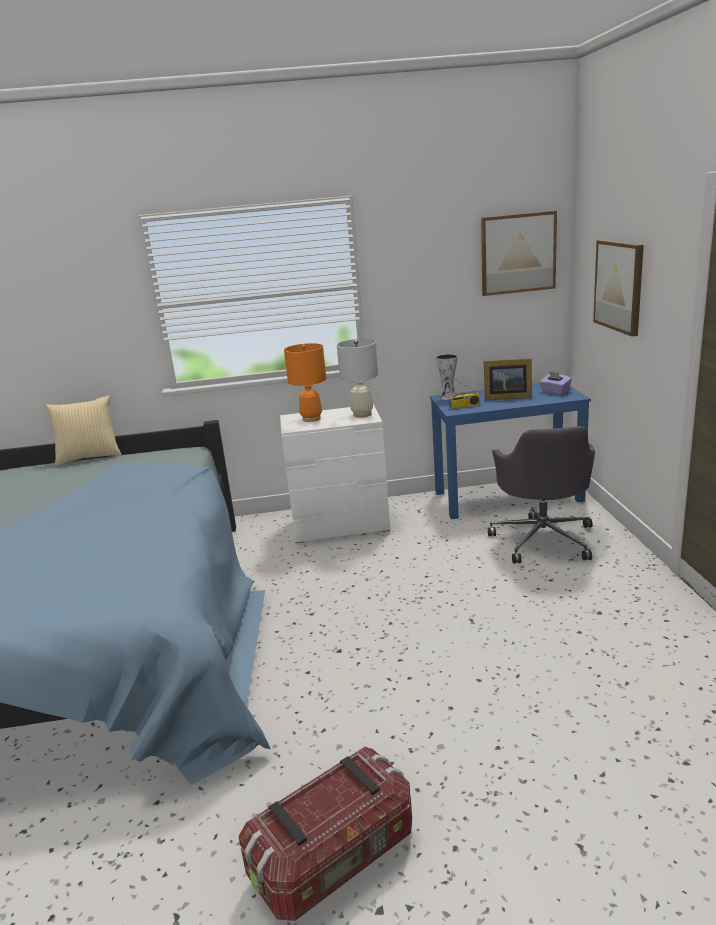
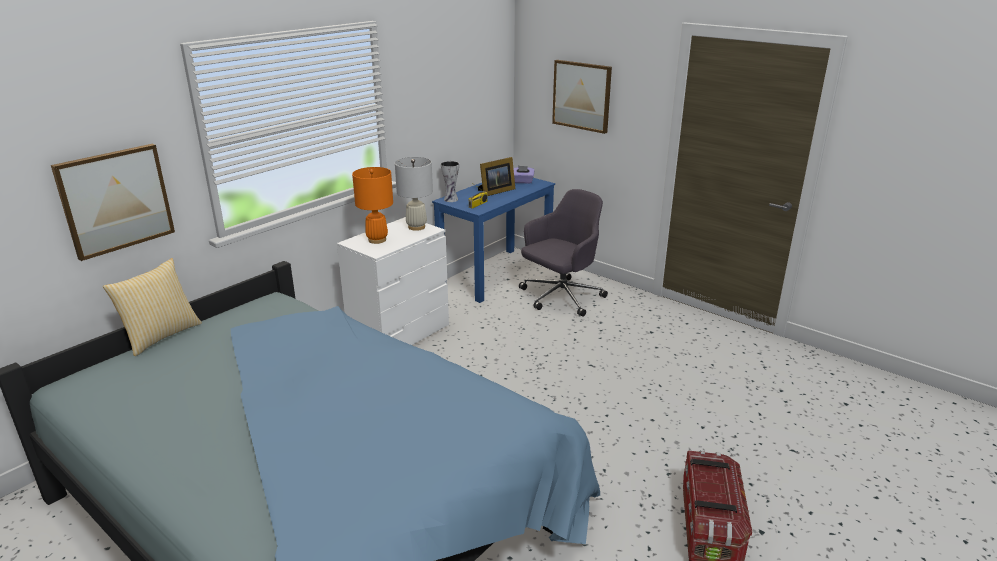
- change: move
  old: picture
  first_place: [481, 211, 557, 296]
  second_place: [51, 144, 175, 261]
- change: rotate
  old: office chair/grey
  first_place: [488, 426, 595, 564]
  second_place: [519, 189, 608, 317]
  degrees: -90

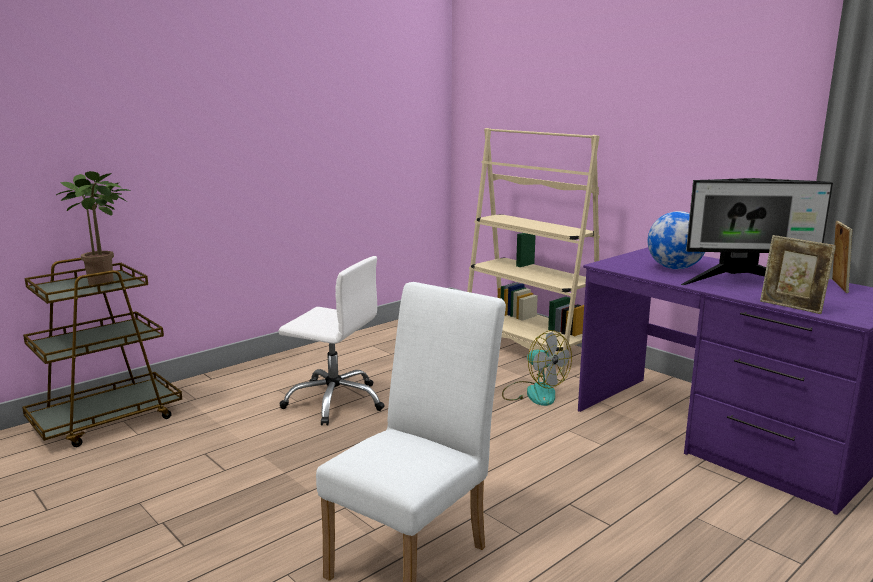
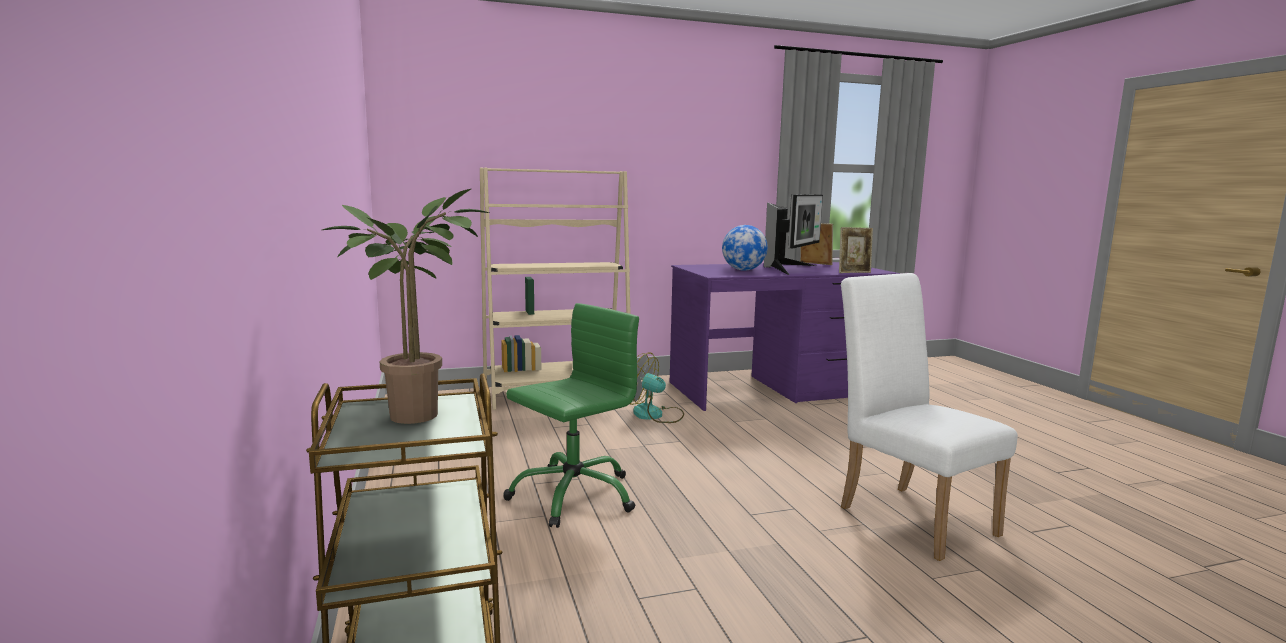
- change: recolor
  old: office chair/white
  new: office chair/green
  first_place: [279, 256, 385, 426]
  second_place: [503, 303, 639, 528]
- change: rotate
  old: fan
  first_place: [502, 330, 572, 406]
  second_place: [630, 352, 684, 423]
  degrees: -135

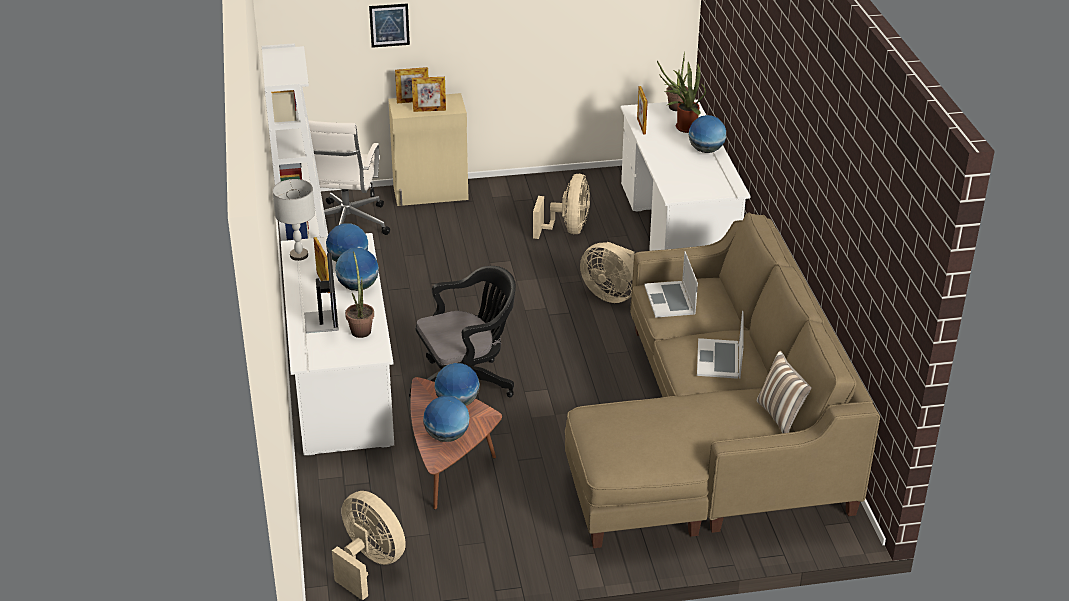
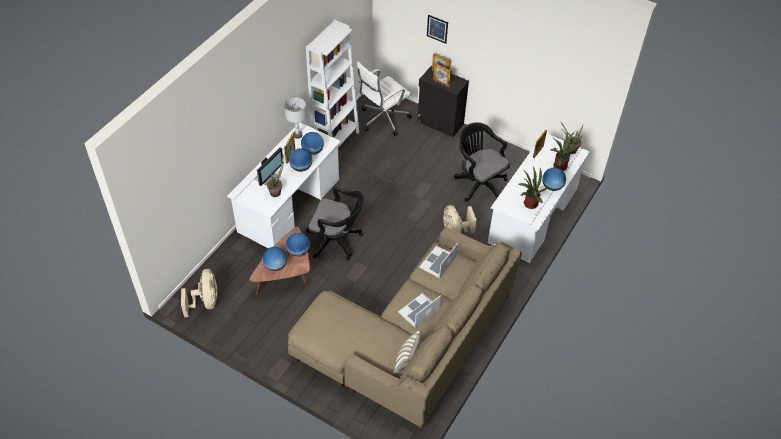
- change: recolor
  old: cabinet/beige
  new: cabinet/black
  first_place: [388, 93, 469, 206]
  second_place: [417, 65, 469, 137]
- change: replace
  old: fan/beige
  new: office chair/black
  first_place: [533, 174, 590, 239]
  second_place: [454, 122, 510, 202]
- change: insert
  new: potted plant
  second_place: [519, 166, 547, 209]

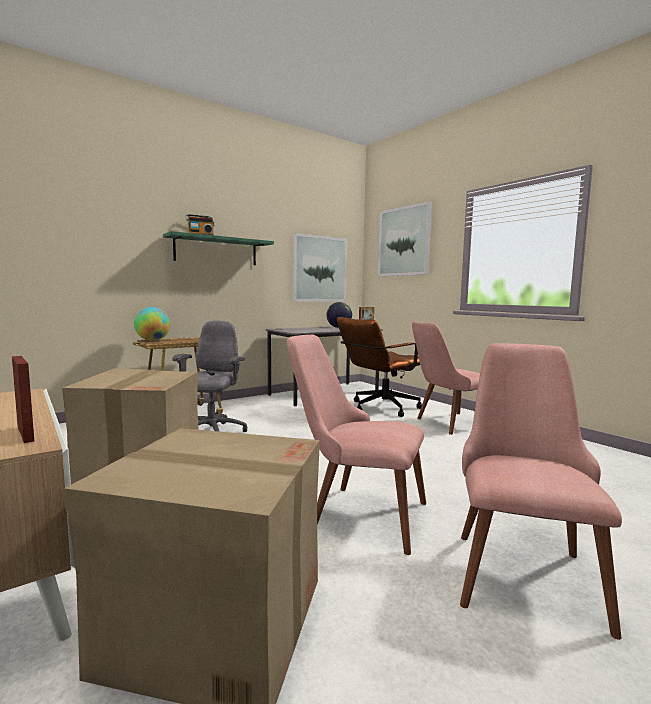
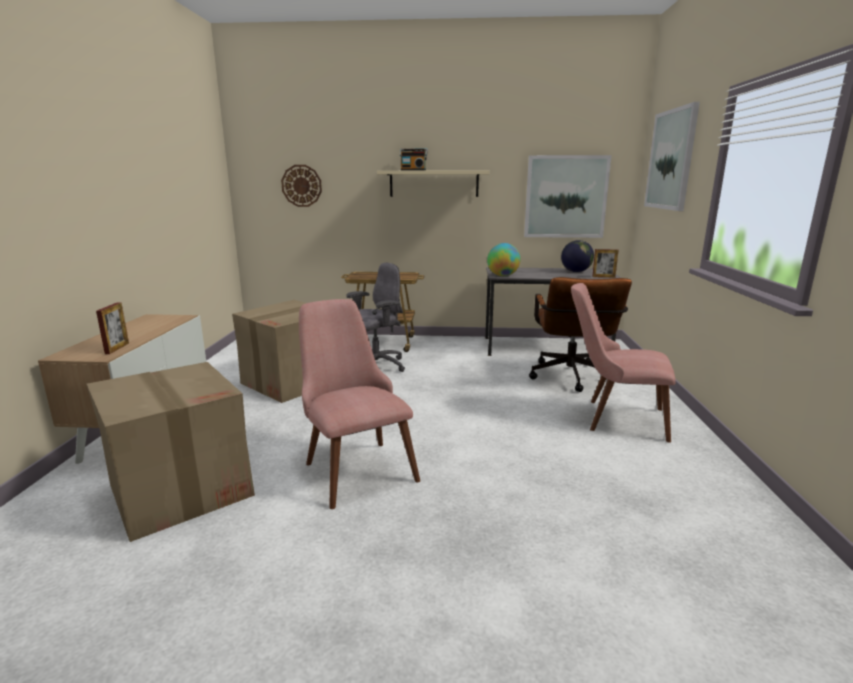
- change: move
  old: globe
  first_place: [134, 307, 170, 341]
  second_place: [487, 243, 521, 276]
- change: recolor
  old: shelf/green
  new: shelf/beige
  first_place: [163, 231, 274, 265]
  second_place: [377, 171, 490, 197]
- change: rotate
  old: office chair/brown
  first_place: [337, 317, 422, 417]
  second_place: [529, 277, 632, 392]
  degrees: -90
- change: delete
  old: chair/pink
  first_place: [460, 343, 622, 640]
- change: insert
  new: wall clock
  second_place: [281, 165, 322, 207]

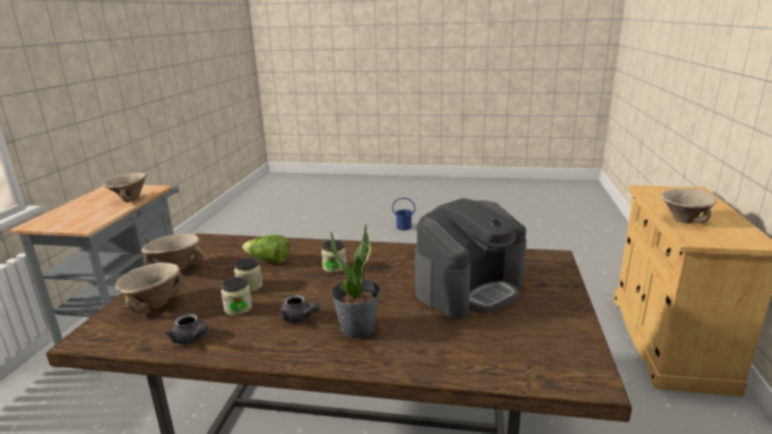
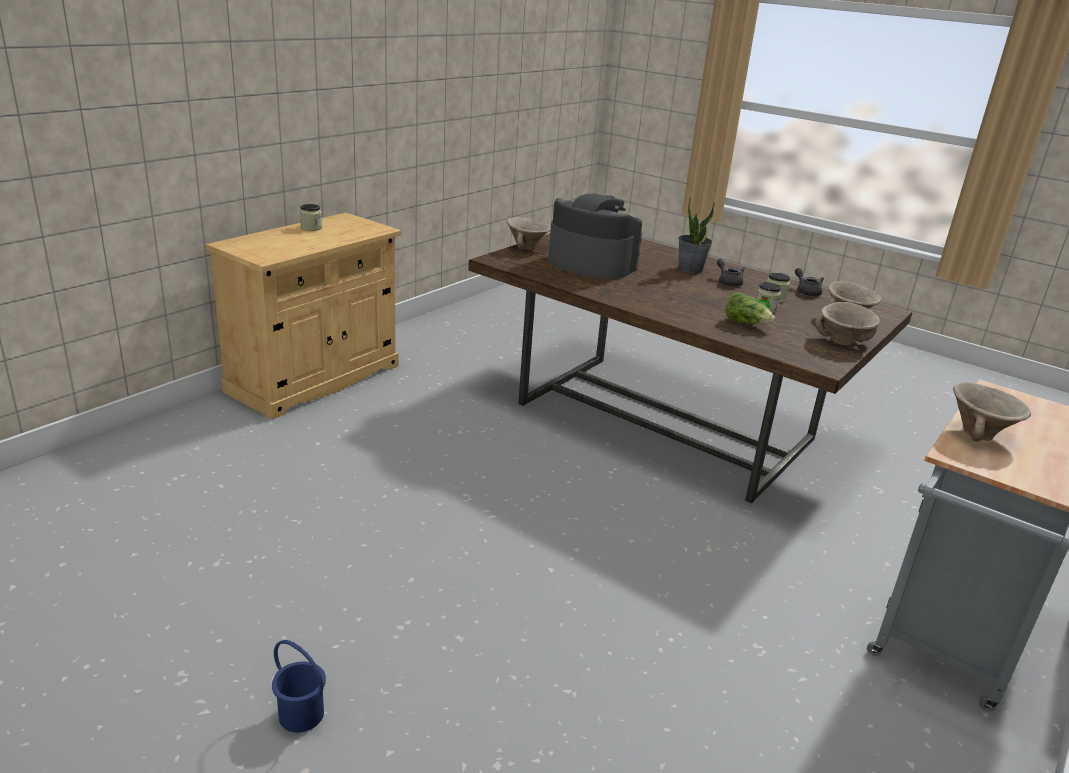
- change: move
  old: jar
  first_place: [321, 240, 346, 273]
  second_place: [300, 204, 322, 231]
- change: rotate
  old: coffee machine
  first_place: [415, 198, 527, 318]
  second_place: [548, 194, 642, 279]
  degrees: 45
- change: move
  old: bowl/beige
  first_place: [660, 188, 716, 223]
  second_place: [507, 217, 551, 250]

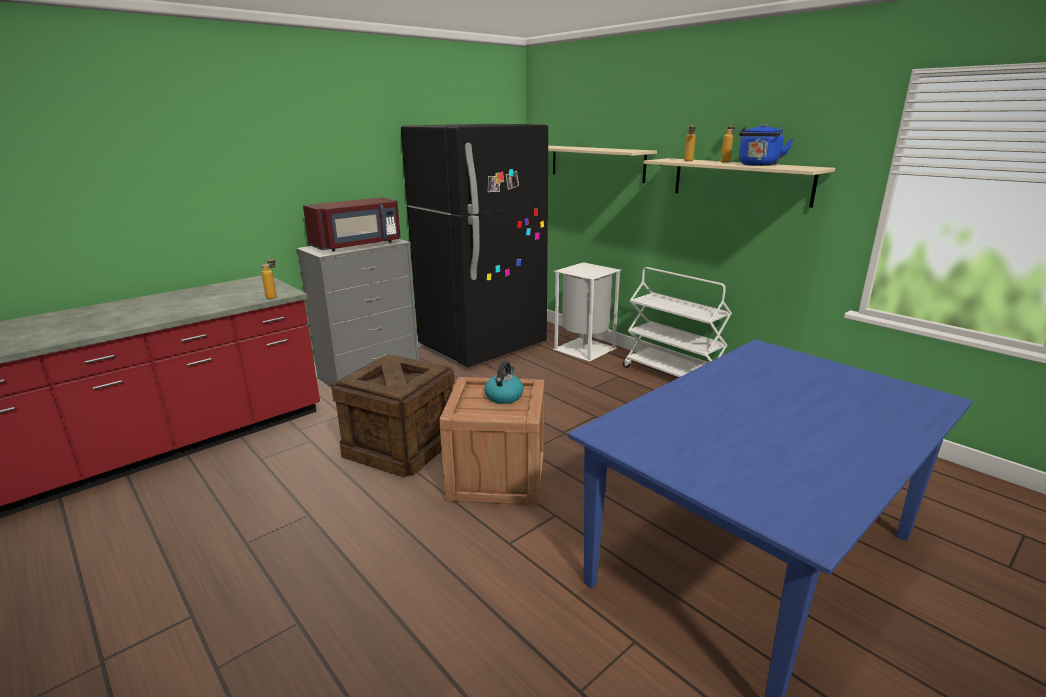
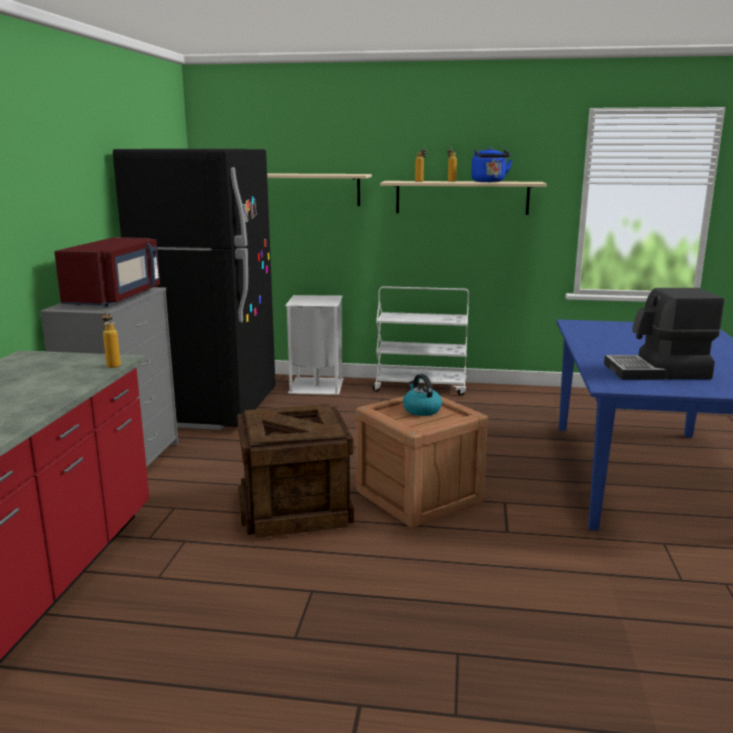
- change: insert
  new: coffee machine
  second_place: [604, 288, 724, 380]

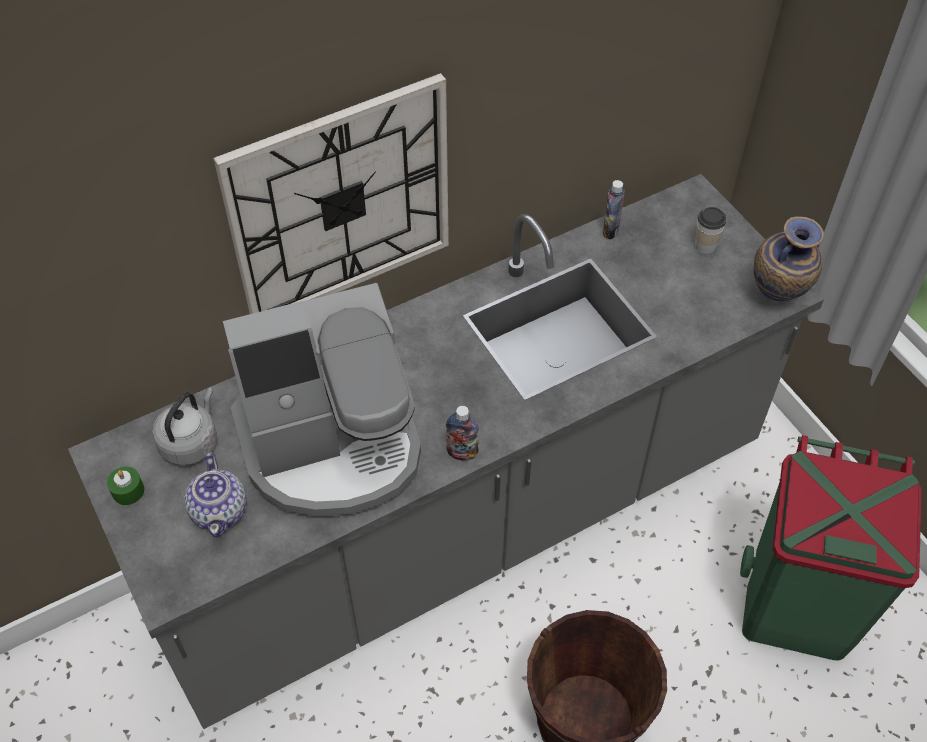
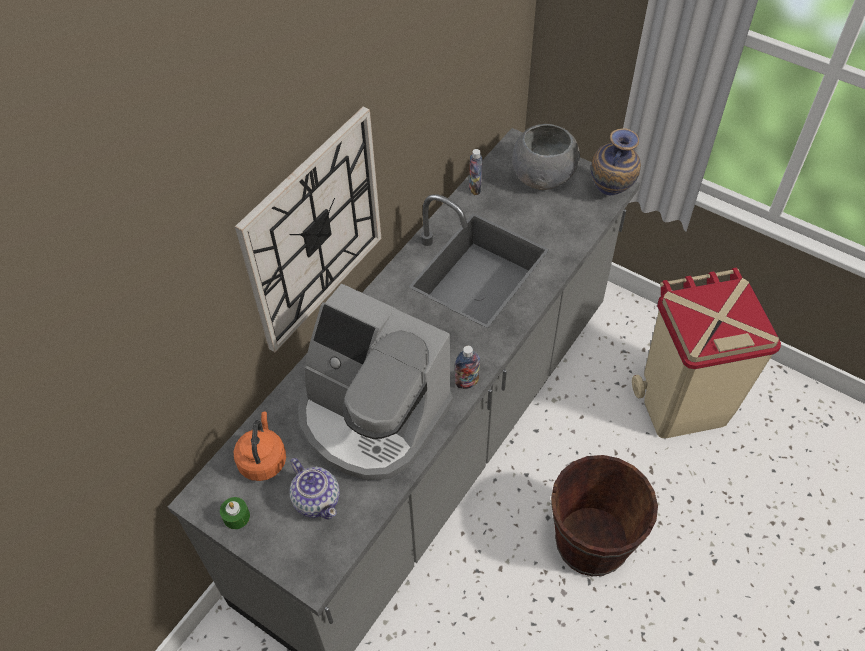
- change: recolor
  old: kettle/grey
  new: kettle/orange
  first_place: [152, 388, 217, 465]
  second_place: [234, 411, 286, 481]
- change: rotate
  old: coffee machine
  first_place: [223, 283, 421, 517]
  second_place: [298, 283, 453, 480]
  degrees: 75
- change: replace
  old: cup
  new: bowl/grey
  first_place: [695, 207, 726, 254]
  second_place: [512, 124, 580, 190]
- change: recolor
  old: trash can/green
  new: trash can/beige
  first_place: [740, 435, 922, 660]
  second_place: [632, 267, 781, 438]

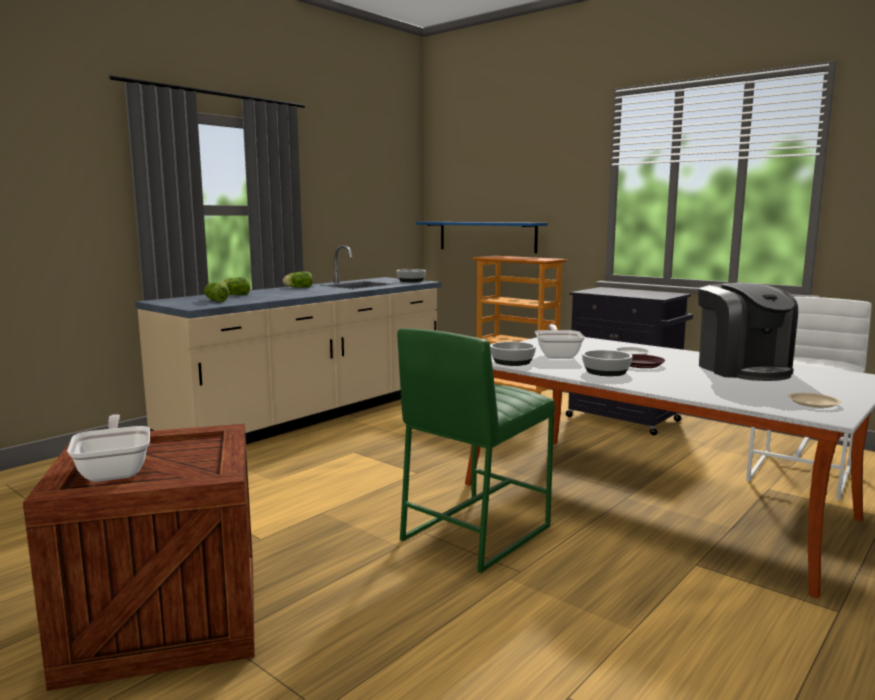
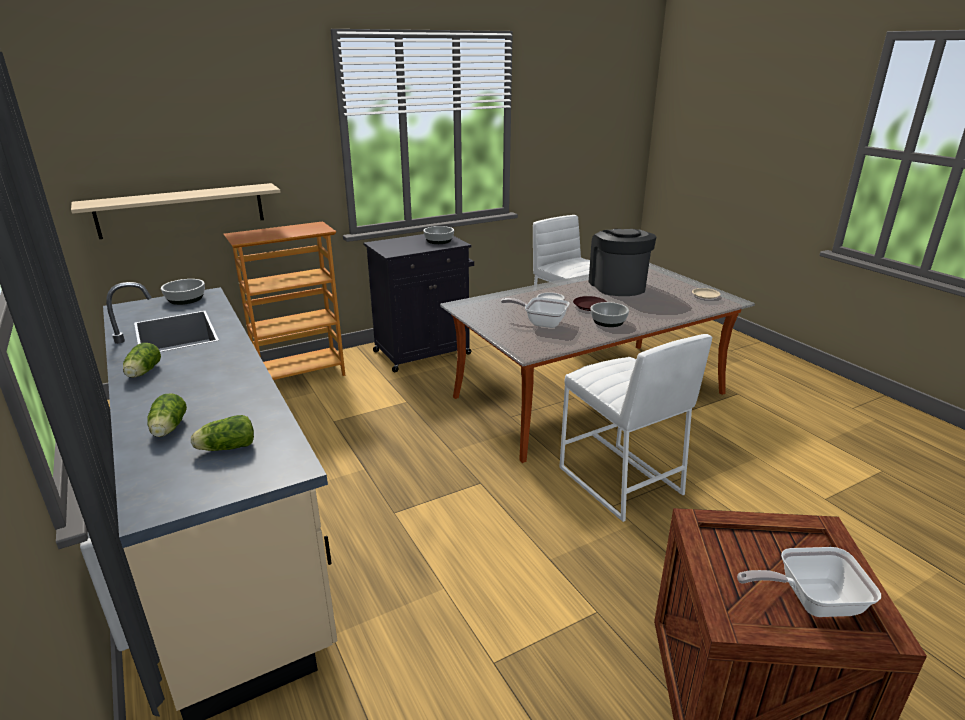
- change: recolor
  old: stool/green
  new: stool/white
  first_place: [397, 328, 555, 573]
  second_place: [559, 334, 712, 522]
- change: recolor
  old: shelf/blue
  new: shelf/beige
  first_place: [416, 222, 548, 253]
  second_place: [71, 183, 281, 239]
- change: move
  old: bowl
  first_place: [490, 341, 536, 366]
  second_place: [423, 226, 454, 244]
- change: rotate
  old: coffee machine
  first_place: [698, 283, 798, 381]
  second_place: [589, 229, 656, 296]
  degrees: -105

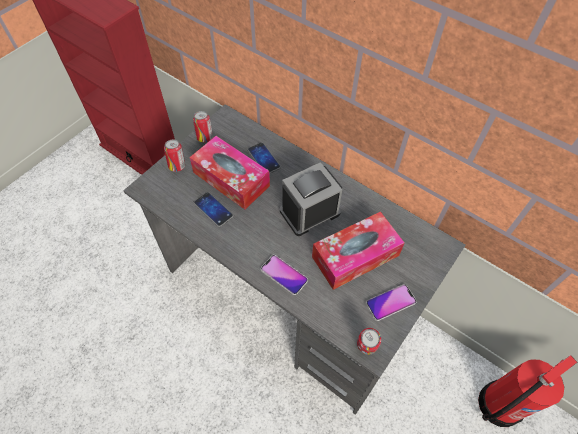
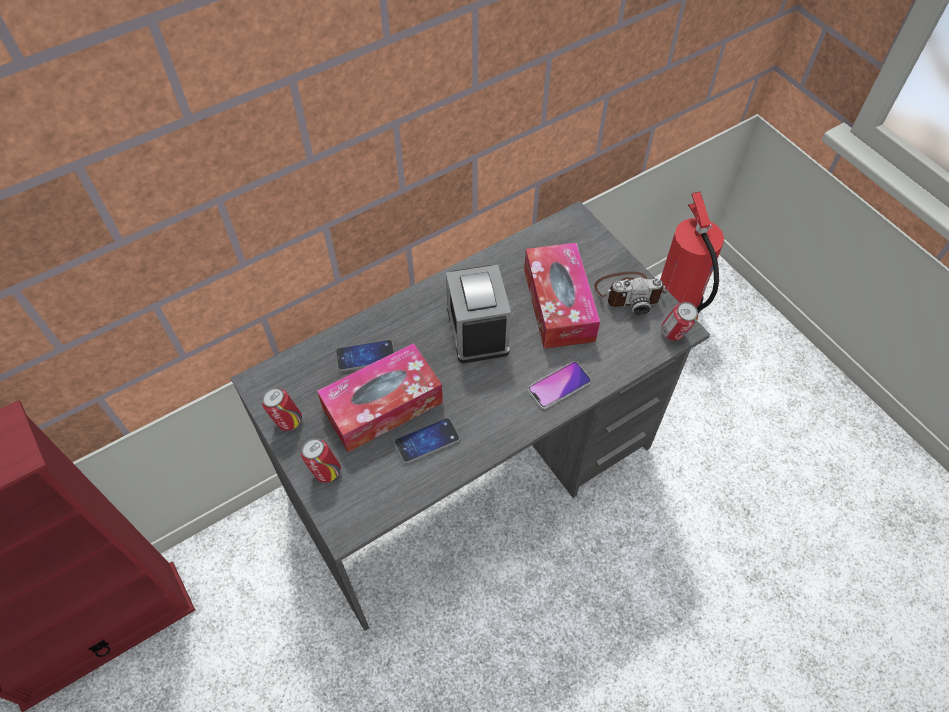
- change: replace
  old: phone
  new: photo camera
  first_place: [366, 284, 417, 321]
  second_place: [594, 272, 666, 315]

